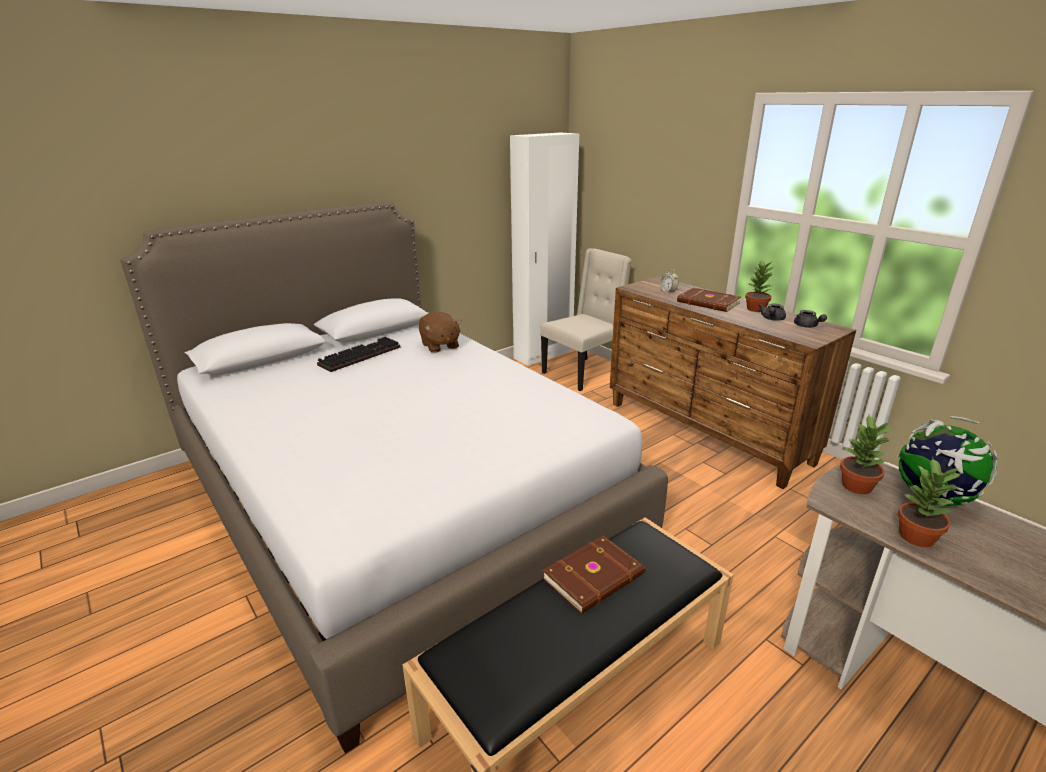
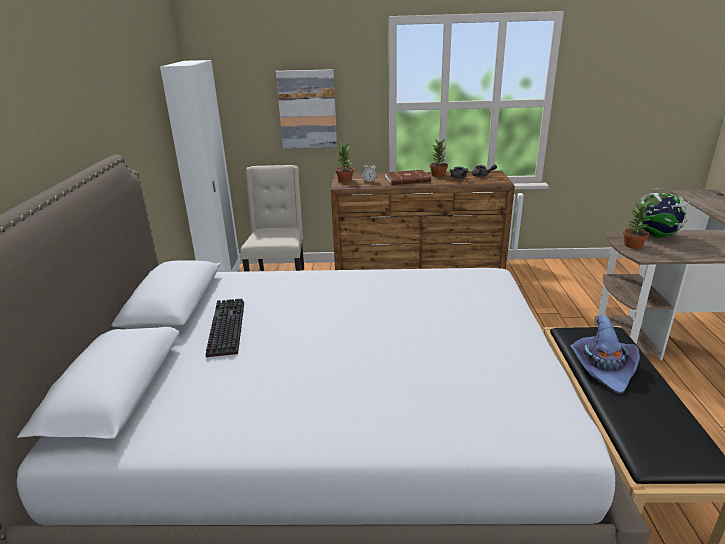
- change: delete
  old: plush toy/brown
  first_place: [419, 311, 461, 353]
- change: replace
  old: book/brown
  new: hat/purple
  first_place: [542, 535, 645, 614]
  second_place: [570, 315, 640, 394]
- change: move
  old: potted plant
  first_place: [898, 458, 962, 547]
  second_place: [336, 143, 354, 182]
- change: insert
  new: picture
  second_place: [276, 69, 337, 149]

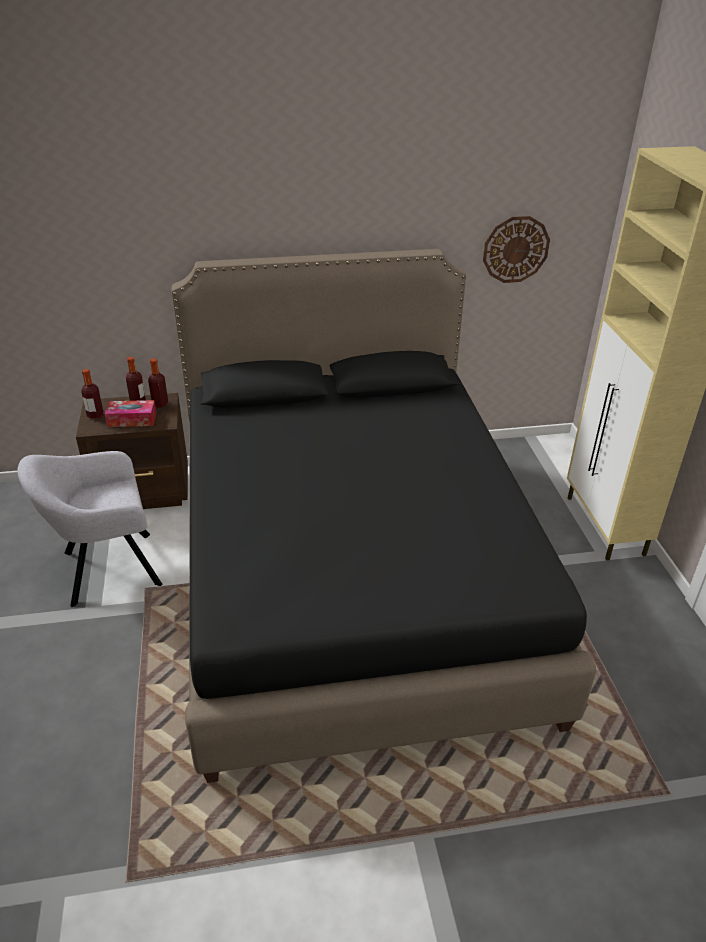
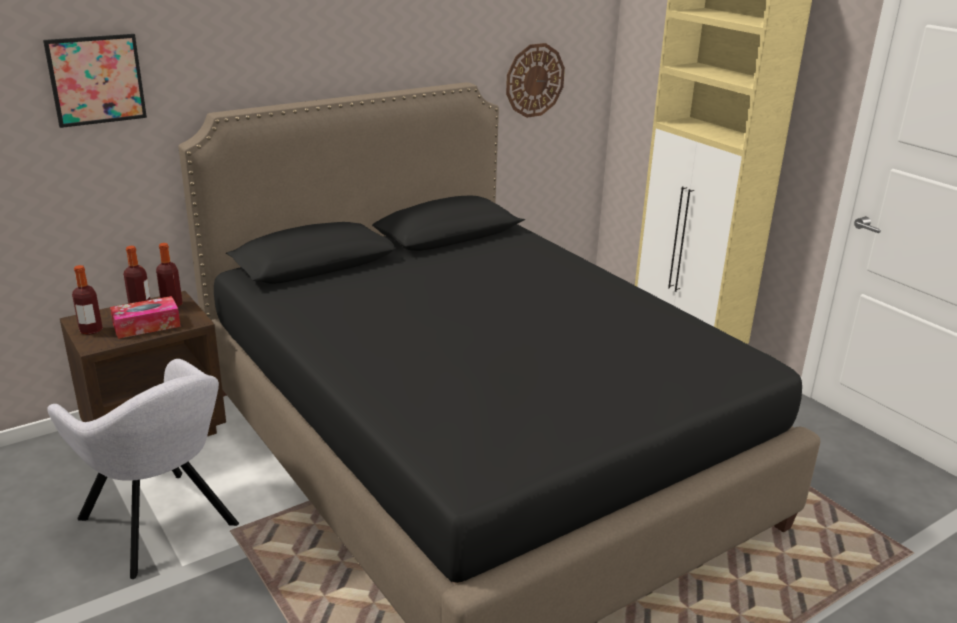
- change: rotate
  old: armchair/grey
  first_place: [17, 451, 162, 607]
  second_place: [47, 359, 239, 579]
  degrees: -90
- change: insert
  new: picture
  second_place: [43, 34, 147, 128]

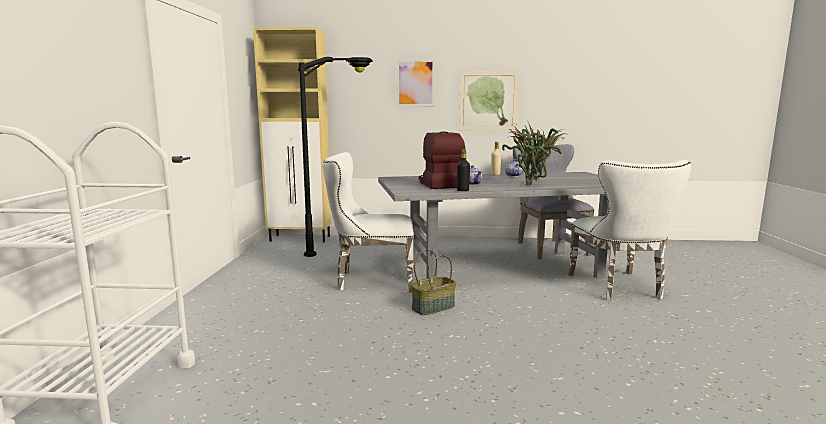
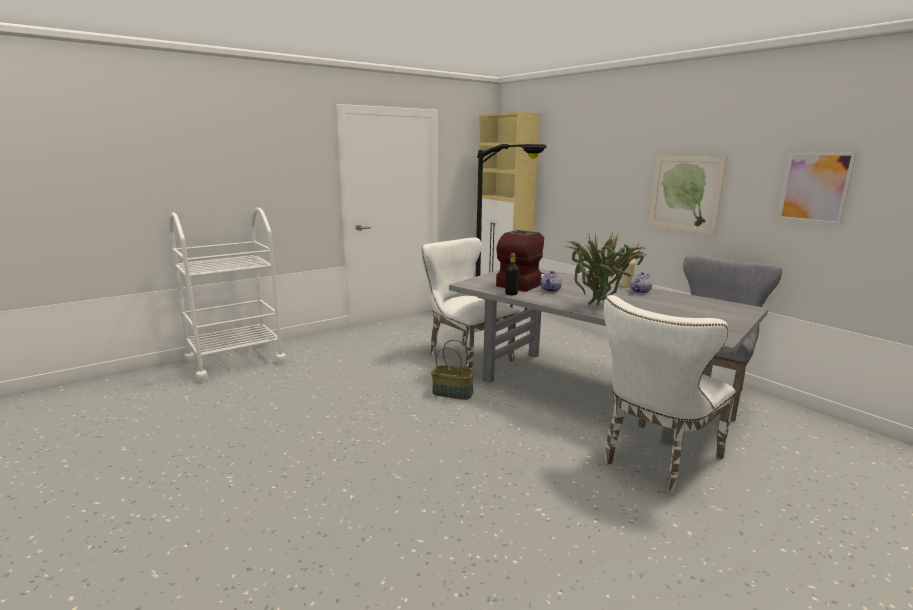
- change: move
  old: picture
  first_place: [397, 60, 435, 106]
  second_place: [778, 152, 857, 225]

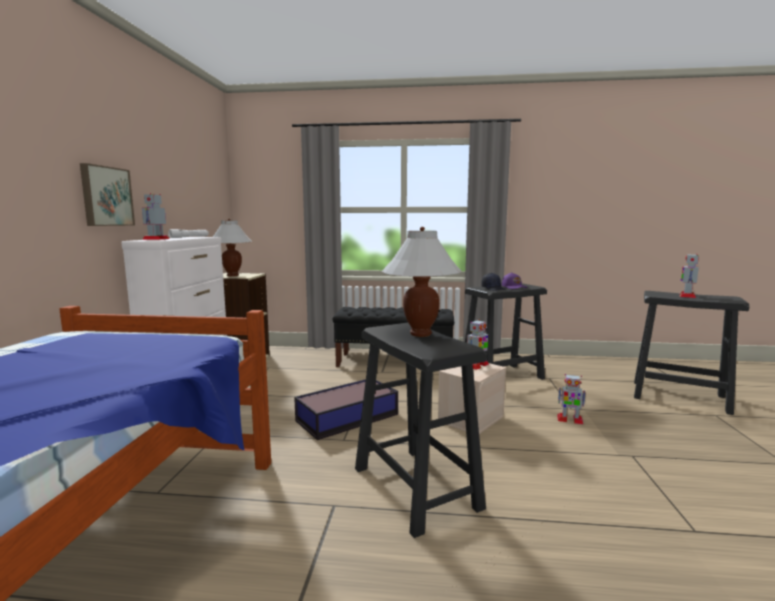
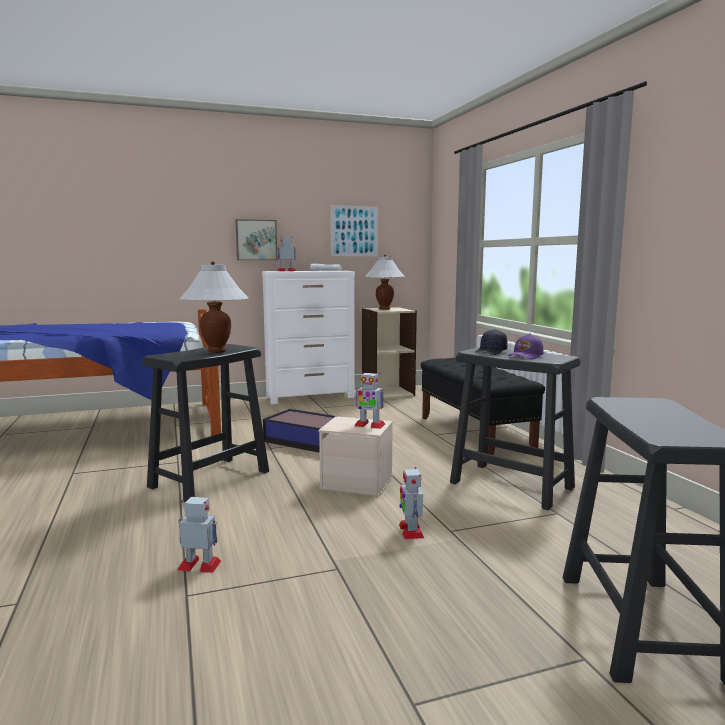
- change: move
  old: toy robot
  first_place: [679, 254, 699, 298]
  second_place: [177, 497, 221, 573]
- change: insert
  new: picture
  second_place: [331, 205, 378, 256]

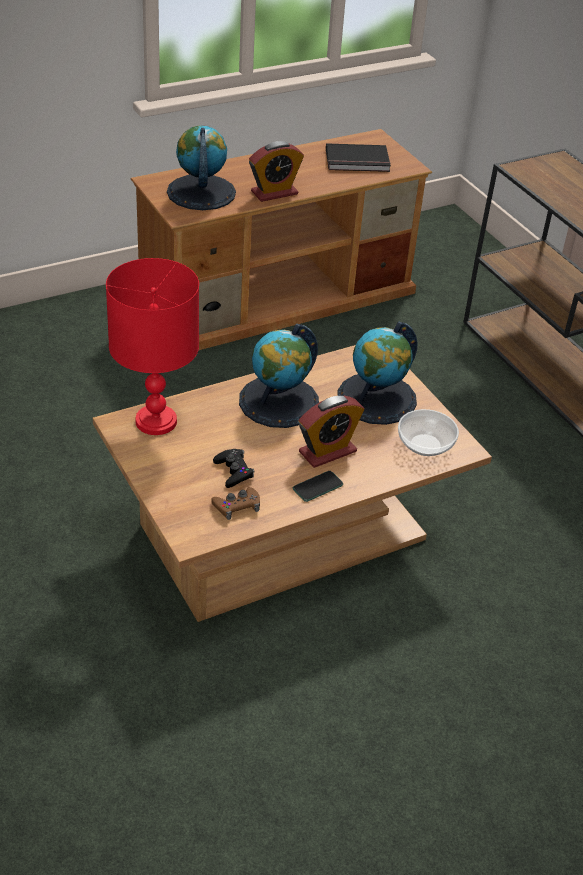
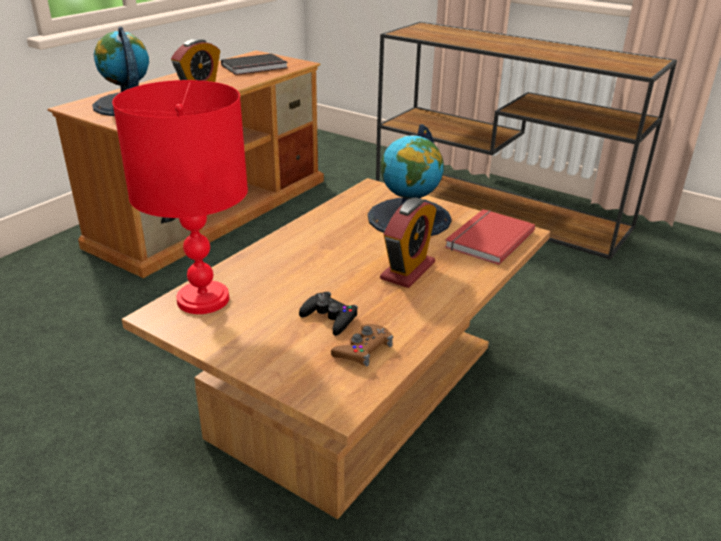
- change: delete
  old: globe
  first_place: [239, 324, 319, 428]
- change: delete
  old: phone
  first_place: [293, 471, 343, 502]
- change: replace
  old: bowl
  new: book/red
  first_place: [398, 409, 459, 456]
  second_place: [445, 209, 535, 265]

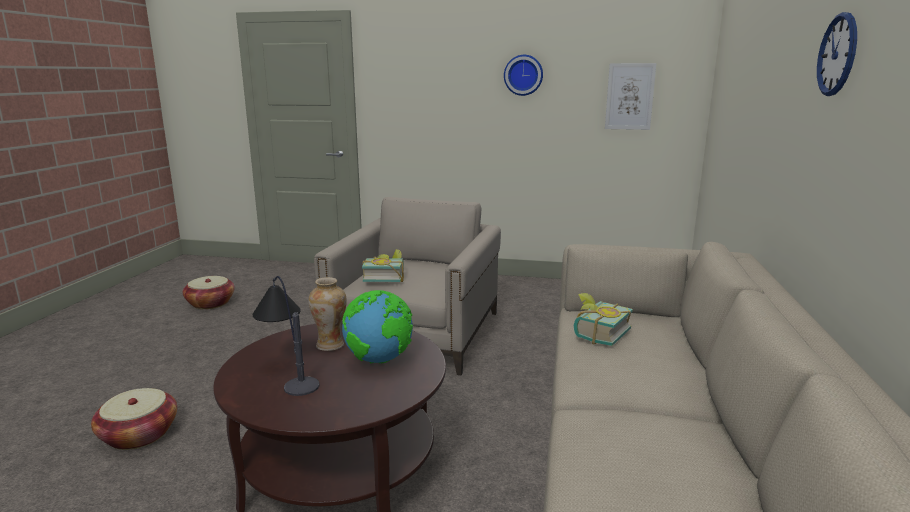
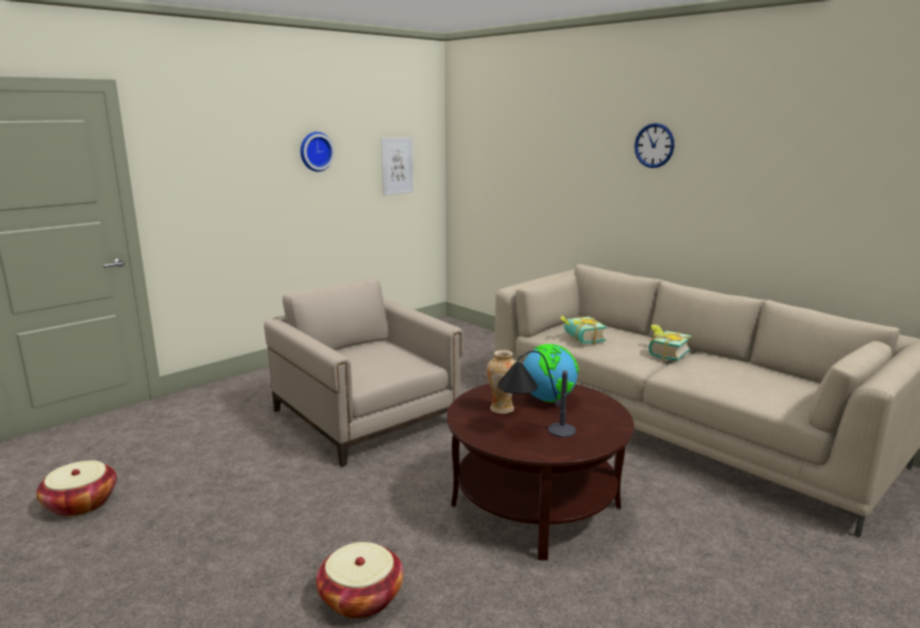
- change: move
  old: book
  first_place: [362, 249, 404, 282]
  second_place: [649, 324, 692, 361]

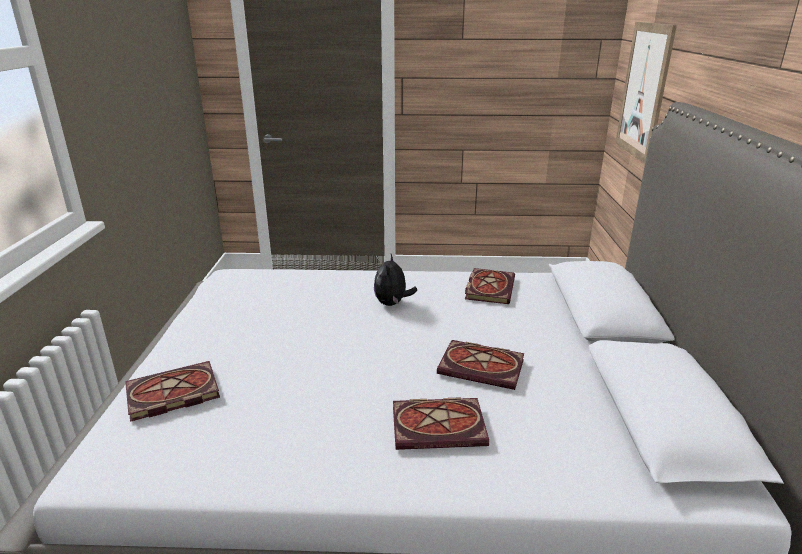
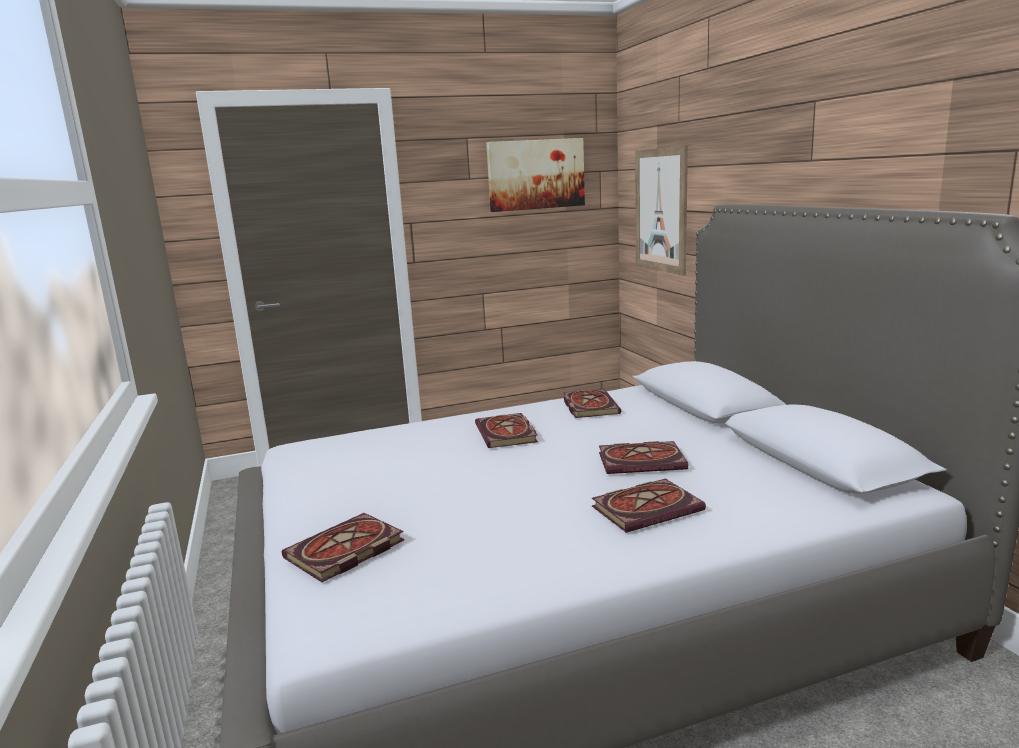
- change: replace
  old: plush toy
  new: book
  first_place: [374, 254, 417, 306]
  second_place: [475, 413, 538, 448]
- change: insert
  new: picture
  second_place: [486, 138, 585, 212]

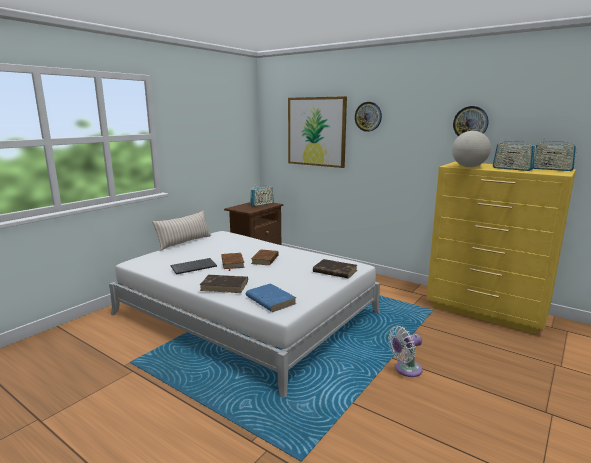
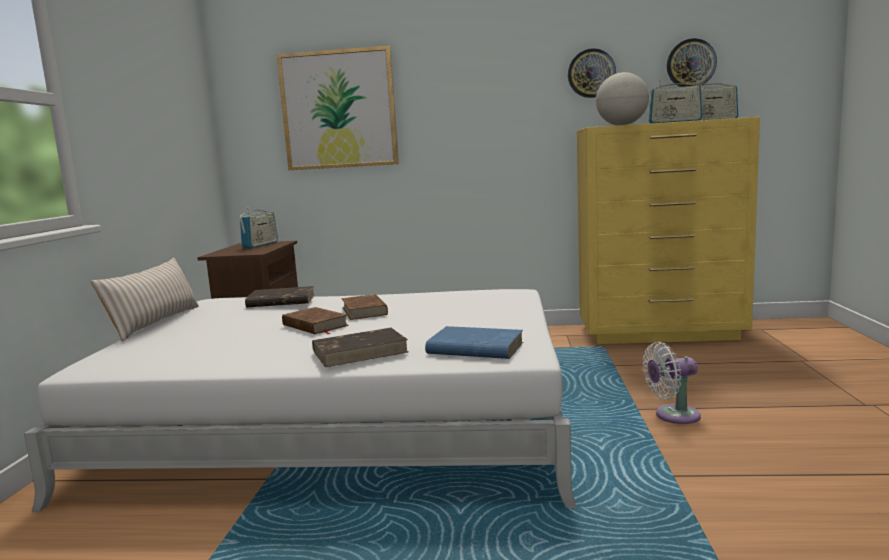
- change: delete
  old: keyboard
  first_place: [171, 258, 217, 274]
- change: move
  old: book/brown
  first_place: [313, 259, 357, 279]
  second_place: [245, 286, 315, 307]
- change: move
  old: wall clock
  first_place: [355, 102, 382, 132]
  second_place: [667, 38, 717, 87]
- change: rotate
  old: fan/white
  first_place: [388, 326, 422, 377]
  second_place: [643, 342, 701, 424]
  degrees: 45

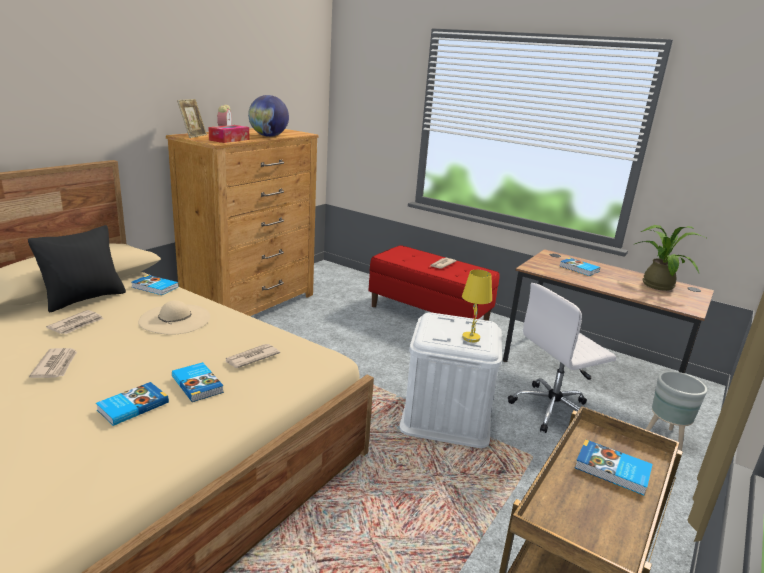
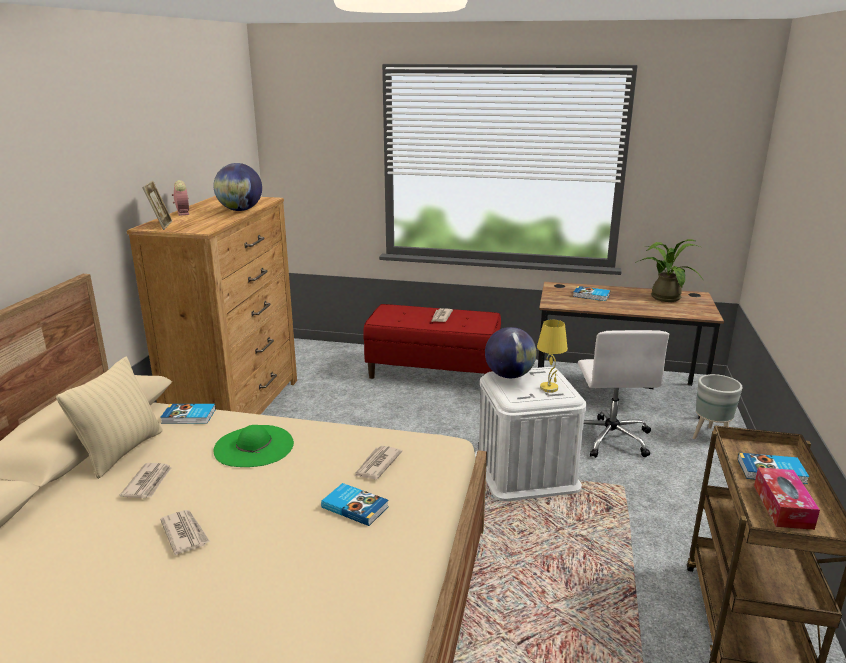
- change: recolor
  old: pillow/black
  new: pillow/beige
  first_place: [28, 225, 126, 313]
  second_place: [56, 357, 163, 479]
- change: delete
  old: book
  first_place: [96, 382, 169, 426]
- change: recolor
  old: hat/beige
  new: hat/green
  first_place: [138, 300, 210, 335]
  second_place: [214, 425, 294, 467]
- change: move
  old: tissue box
  first_place: [208, 125, 249, 143]
  second_place: [754, 467, 820, 530]
- change: rotate
  old: office chair/white
  first_place: [508, 283, 616, 433]
  second_place: [578, 330, 669, 458]
  degrees: -45
- change: insert
  new: globe
  second_place: [485, 327, 537, 378]

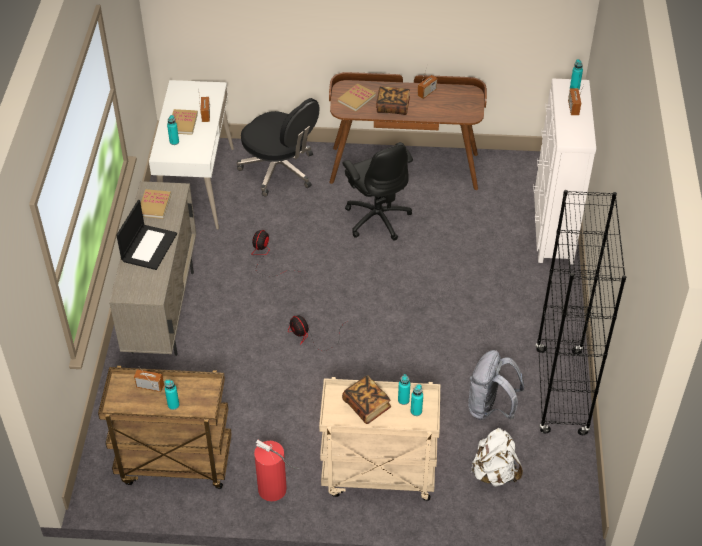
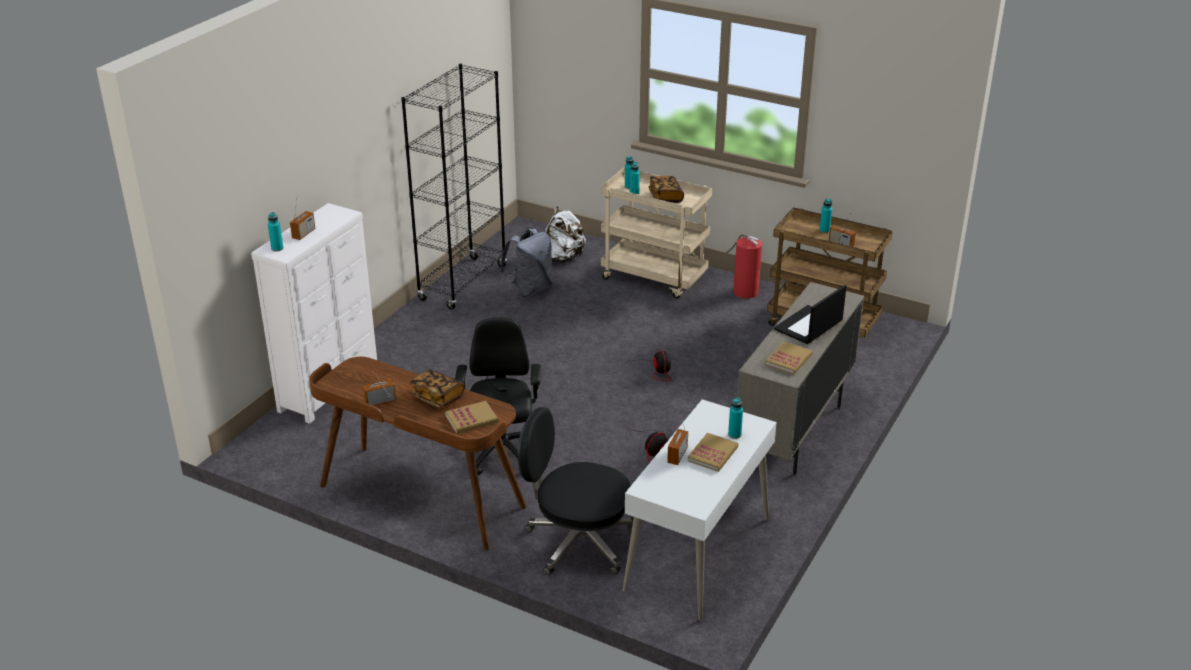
- change: rotate
  old: office chair/black
  first_place: [237, 98, 320, 197]
  second_place: [518, 407, 634, 575]
  degrees: -45

